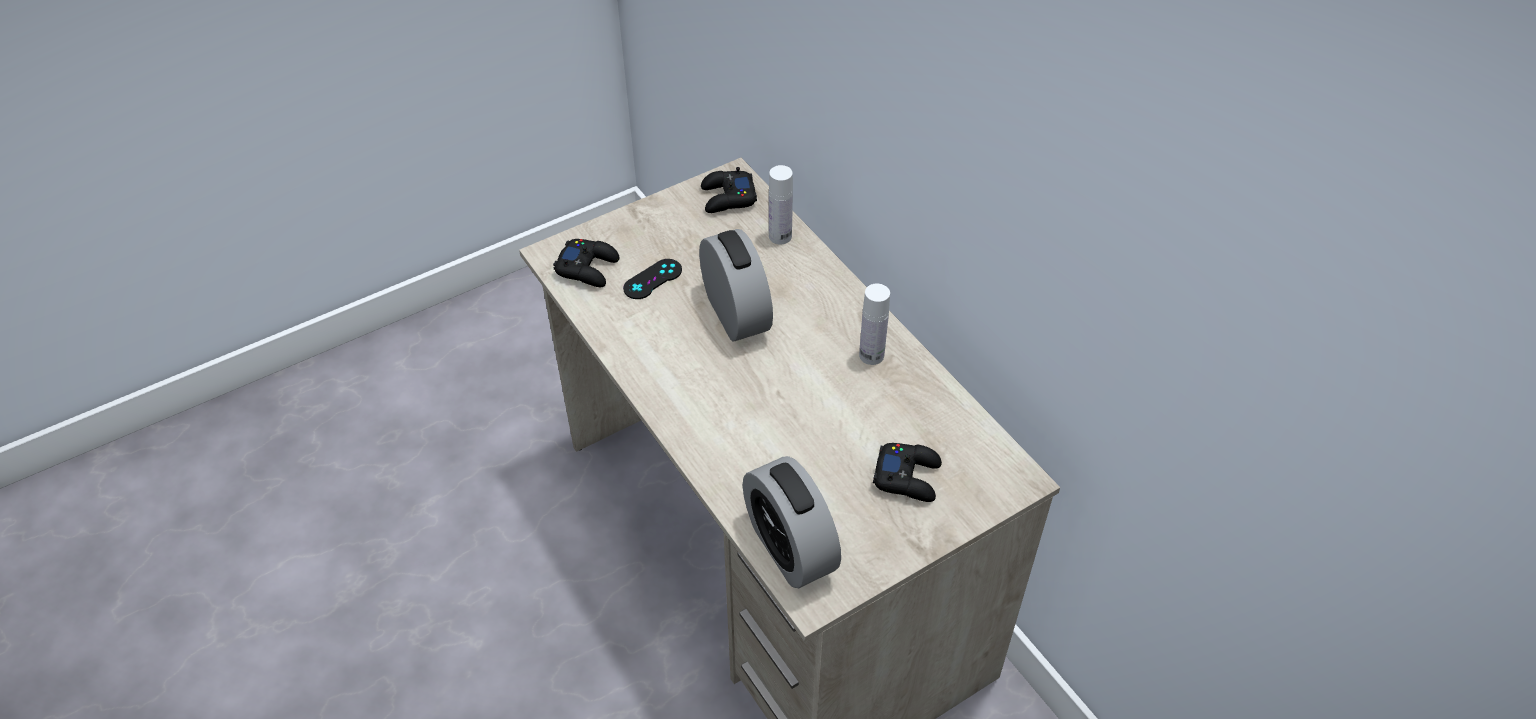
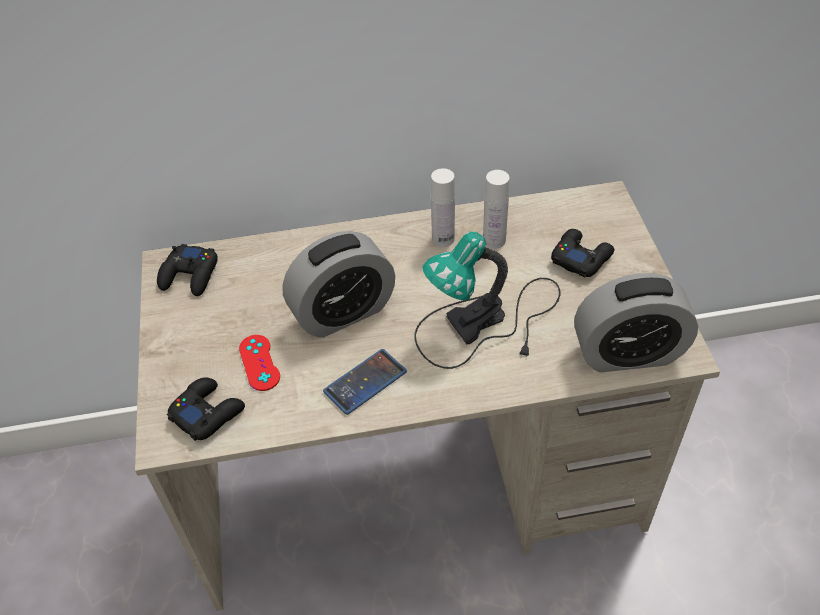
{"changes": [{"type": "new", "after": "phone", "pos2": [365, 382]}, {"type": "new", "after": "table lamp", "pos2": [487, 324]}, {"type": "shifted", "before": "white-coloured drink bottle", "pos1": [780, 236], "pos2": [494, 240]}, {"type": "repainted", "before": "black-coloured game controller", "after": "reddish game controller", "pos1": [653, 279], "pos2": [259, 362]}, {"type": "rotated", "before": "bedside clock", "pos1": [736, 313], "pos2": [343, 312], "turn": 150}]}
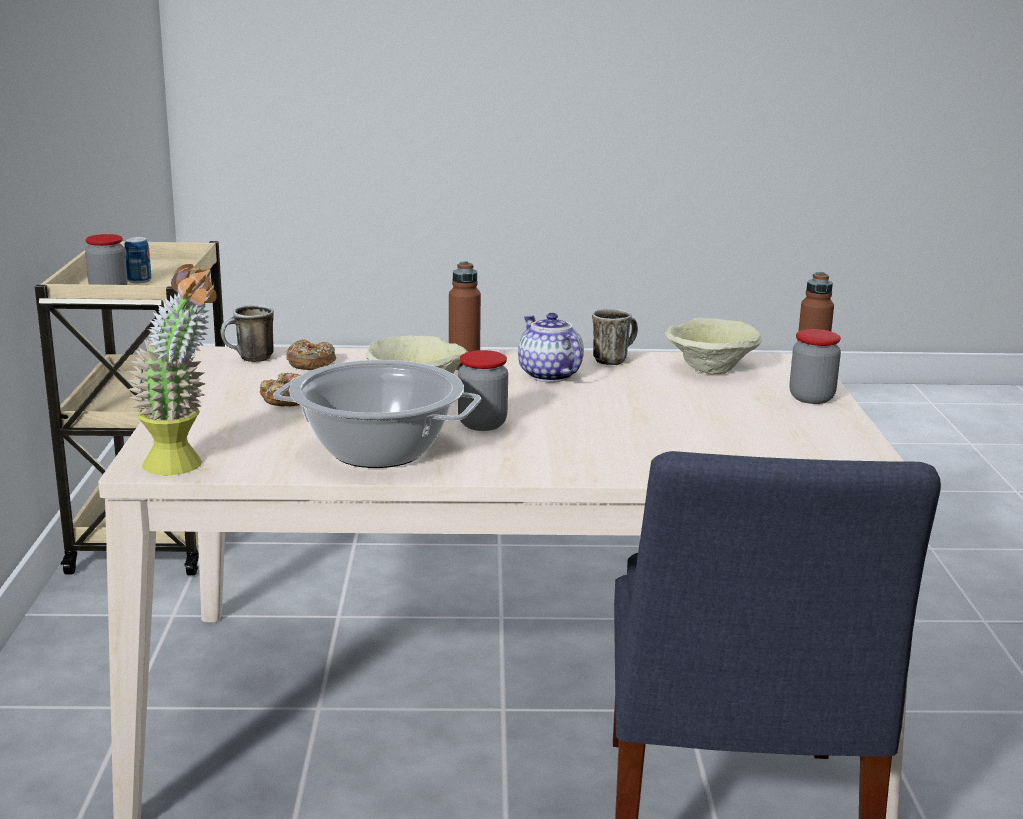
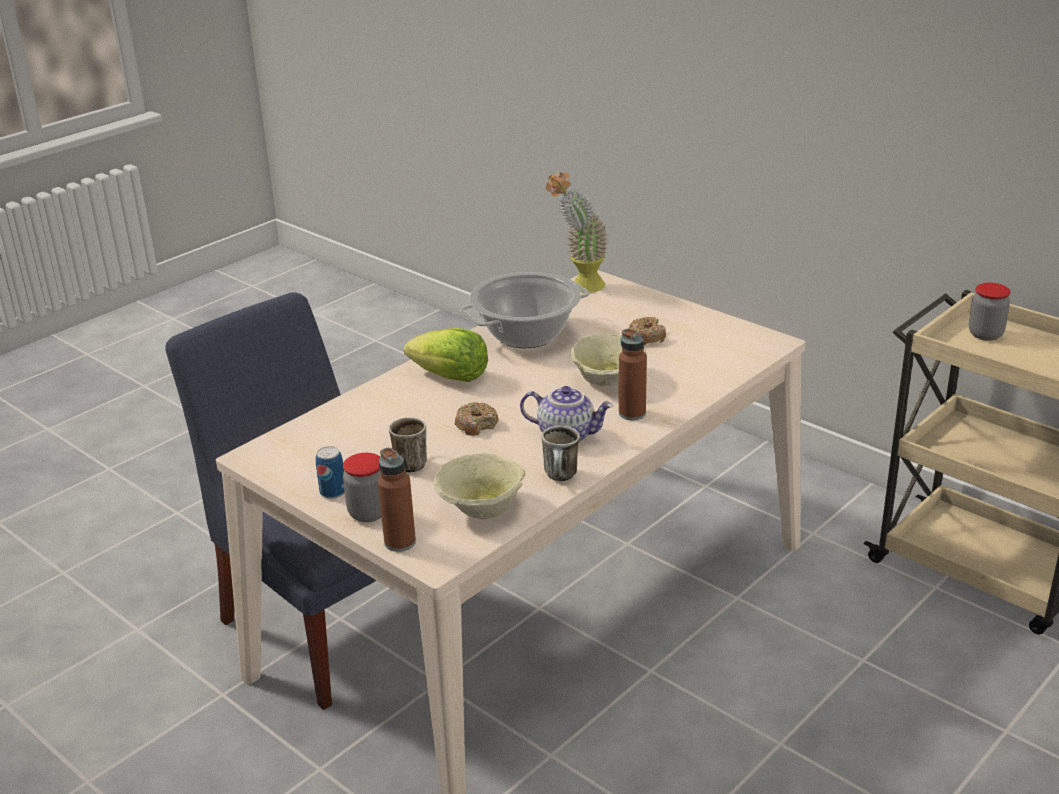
{"changes": [{"type": "gone", "before": "storage jar", "pos1": [482, 424]}, {"type": "new", "after": "lettuce head", "pos2": [450, 377]}, {"type": "shifted", "before": "can", "pos1": [139, 281], "pos2": [333, 492]}, {"type": "shifted", "before": "tea mug", "pos1": [249, 359], "pos2": [412, 462]}, {"type": "shifted", "before": "doughnut", "pos1": [311, 363], "pos2": [476, 425]}]}
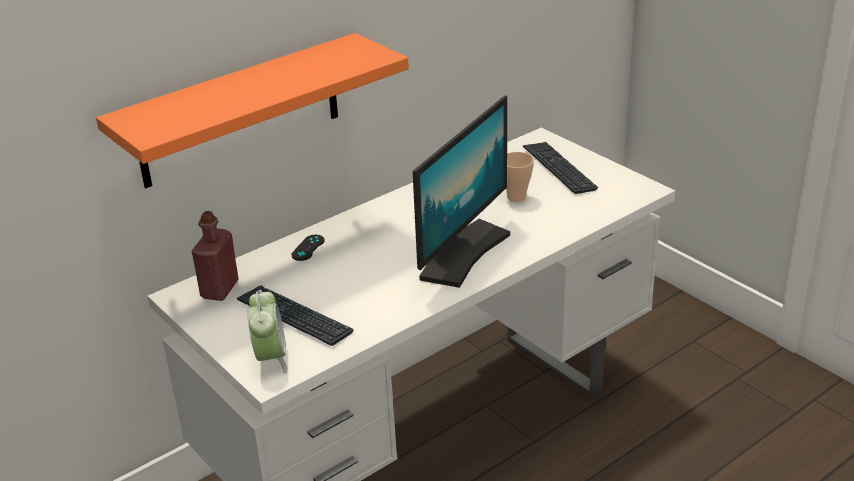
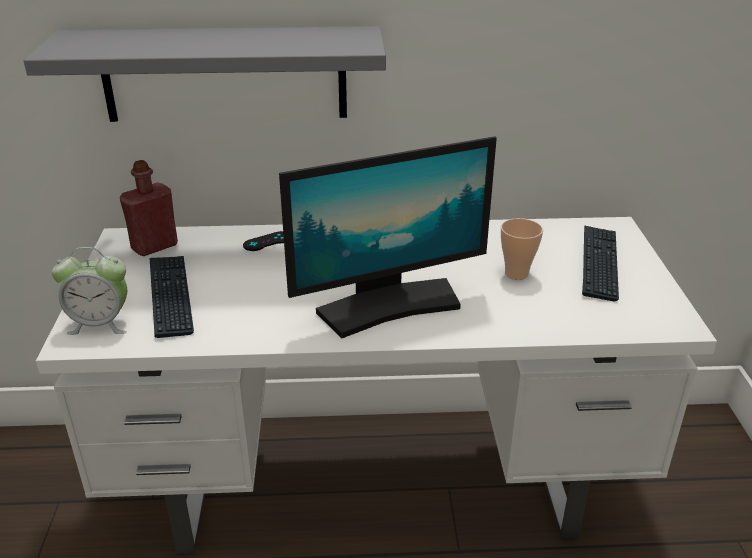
{"changes": [{"type": "repainted", "before": "orangey bracket shelf", "after": "greyish bracket shelf", "pos1": [240, 111], "pos2": [224, 74]}, {"type": "rotated", "before": "bedside clock", "pos1": [271, 358], "pos2": [100, 324], "turn": 60}]}
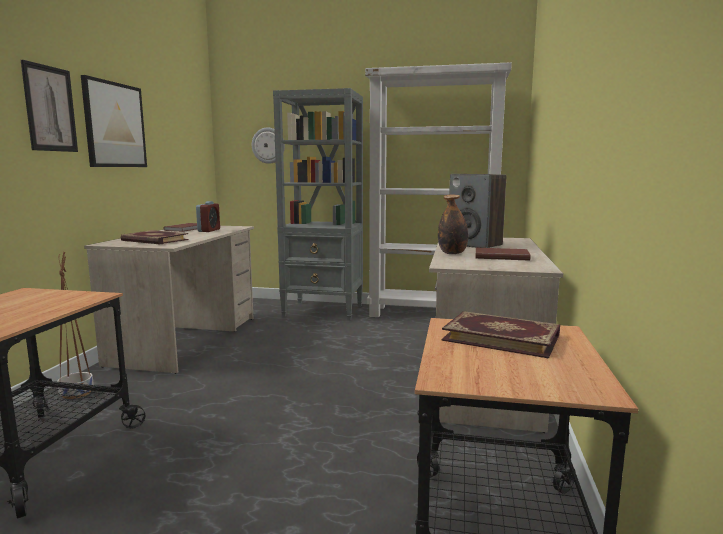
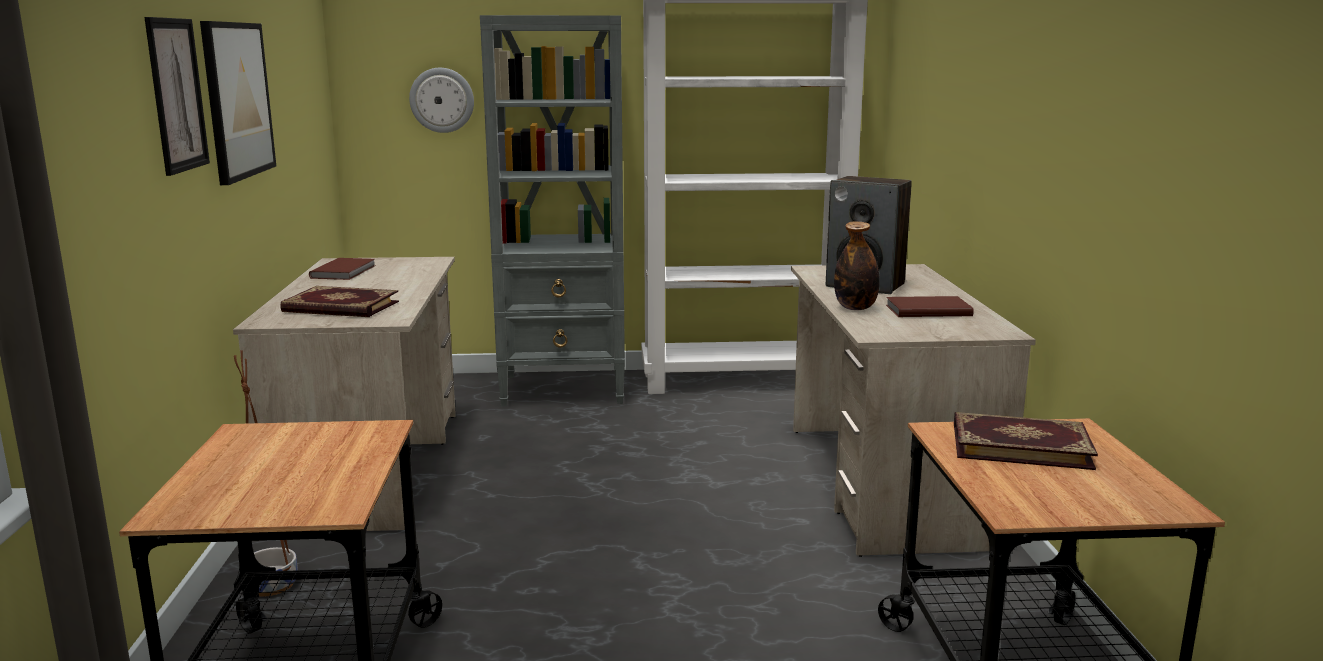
{"changes": [{"type": "gone", "before": "bedside clock", "pos1": [209, 230]}]}
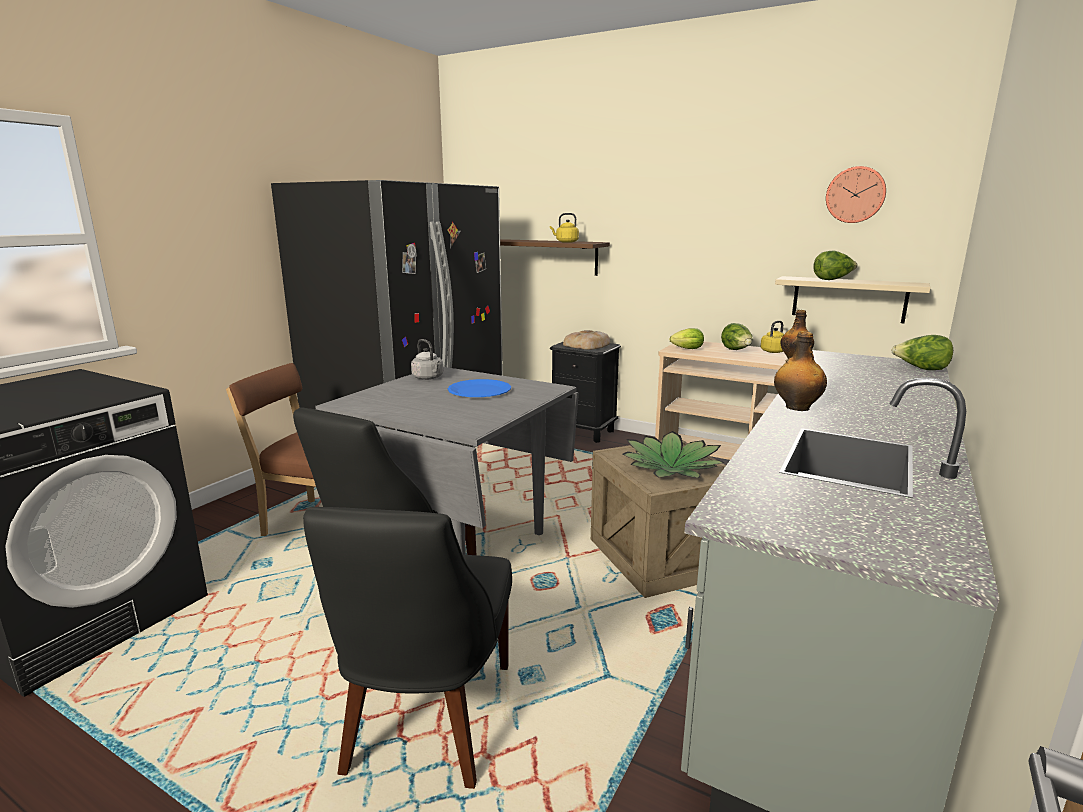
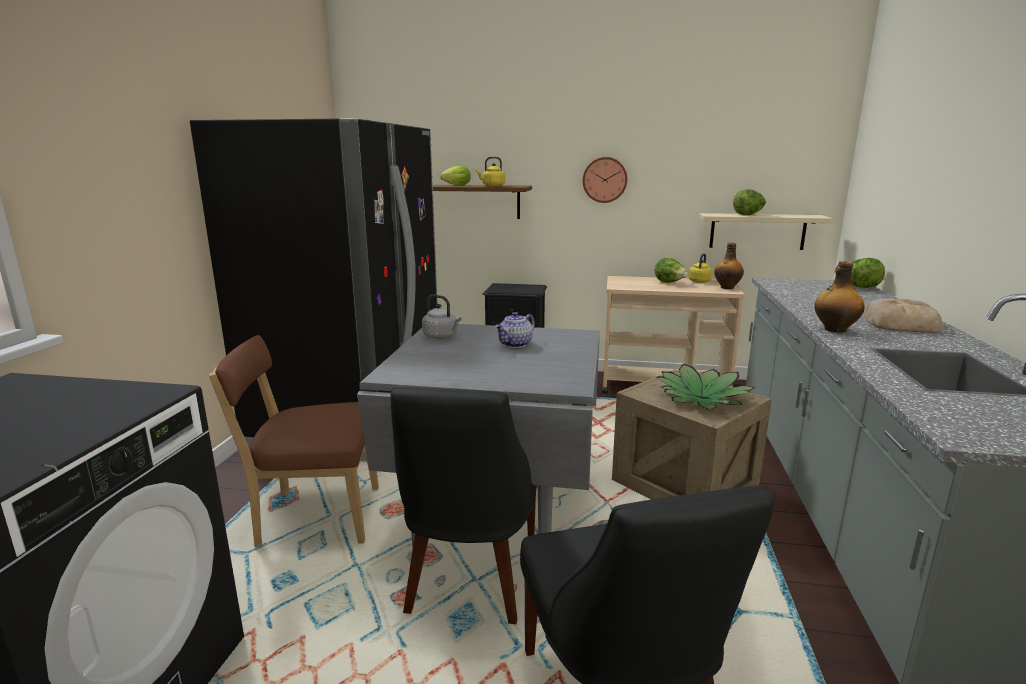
{"changes": [{"type": "shifted", "before": "bread", "pos1": [587, 345], "pos2": [901, 323]}, {"type": "shifted", "before": "lettuce head", "pos1": [685, 349], "pos2": [455, 185]}, {"type": "shifted", "before": "clock on the wall", "pos1": [855, 195], "pos2": [604, 180]}, {"type": "swapped", "before": "bluish dinner plate", "after": "tea pot", "pos1": [479, 391], "pos2": [516, 344]}]}
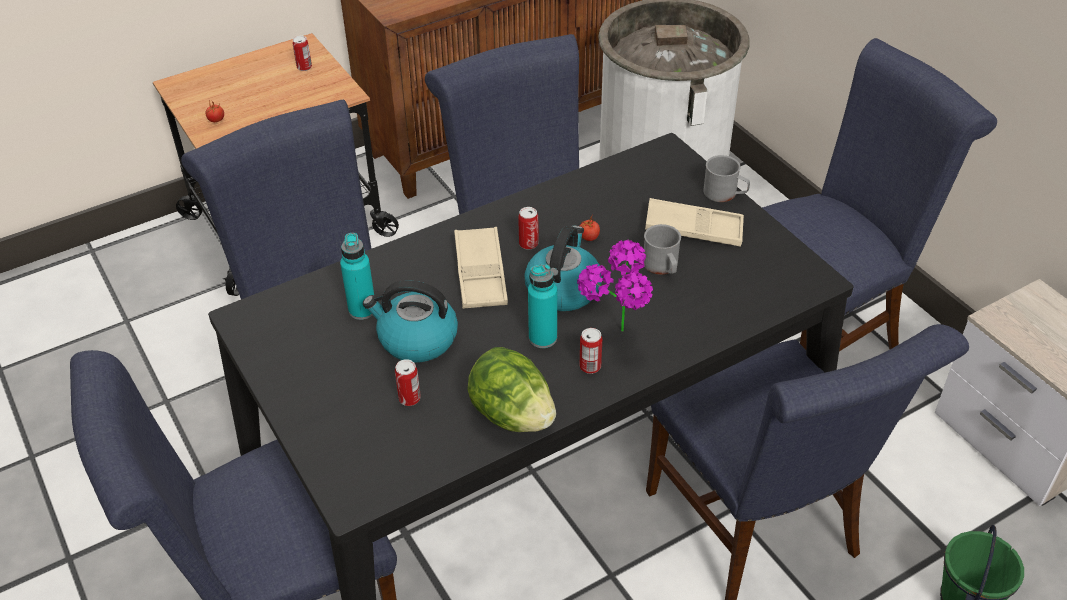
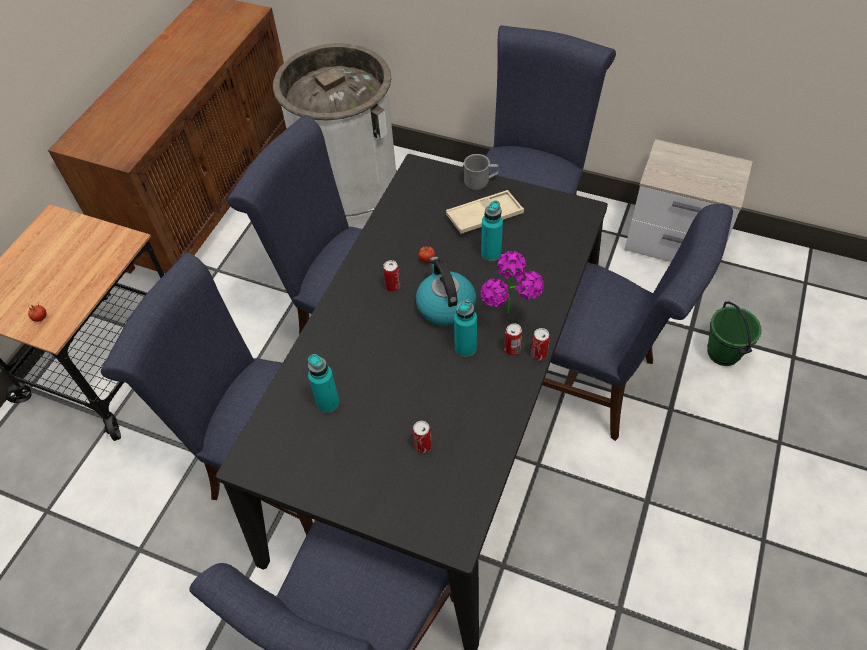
{"changes": [{"type": "gone", "before": "tea kettle", "pos1": [416, 339]}, {"type": "gone", "before": "beige carrying tray", "pos1": [480, 273]}, {"type": "gone", "before": "lettuce head", "pos1": [512, 415]}, {"type": "shifted", "before": "can", "pos1": [304, 67], "pos2": [539, 354]}, {"type": "swapped", "before": "greyish tea mug", "after": "blue-green drink bottle", "pos1": [662, 267], "pos2": [491, 254]}]}
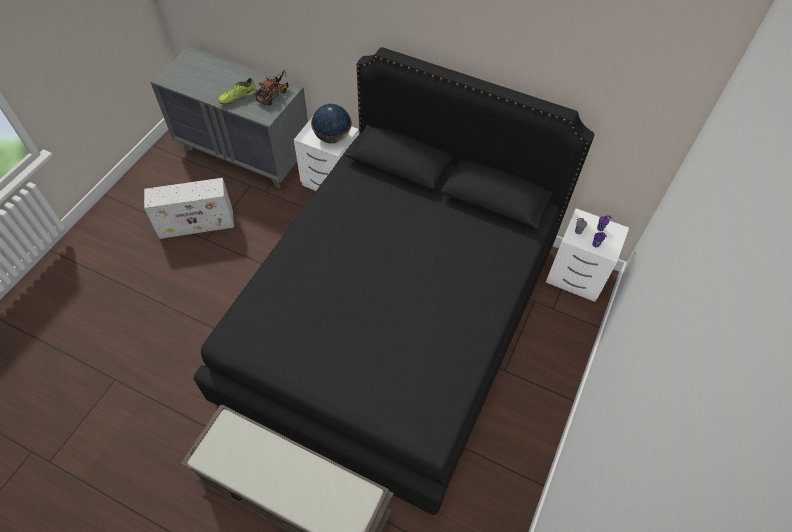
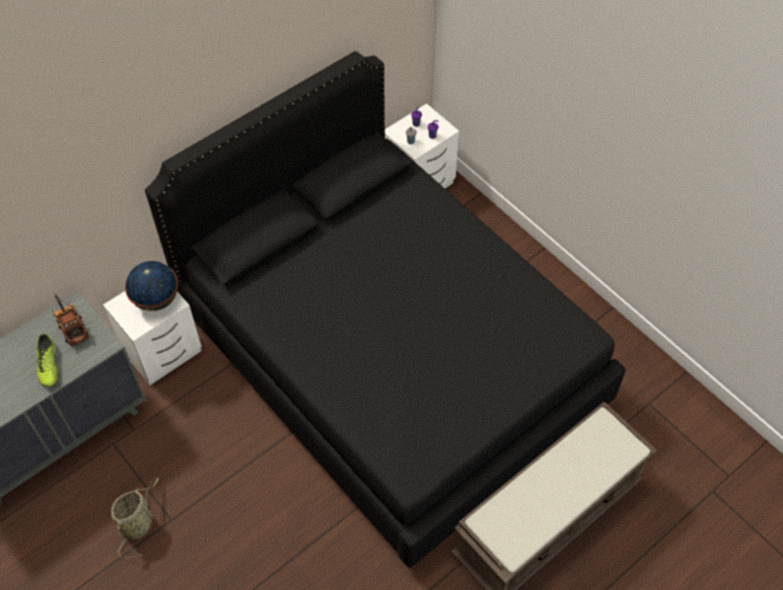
{"changes": [{"type": "swapped", "before": "white-coloured storage container", "after": "basket", "pos1": [197, 223], "pos2": [139, 523]}]}
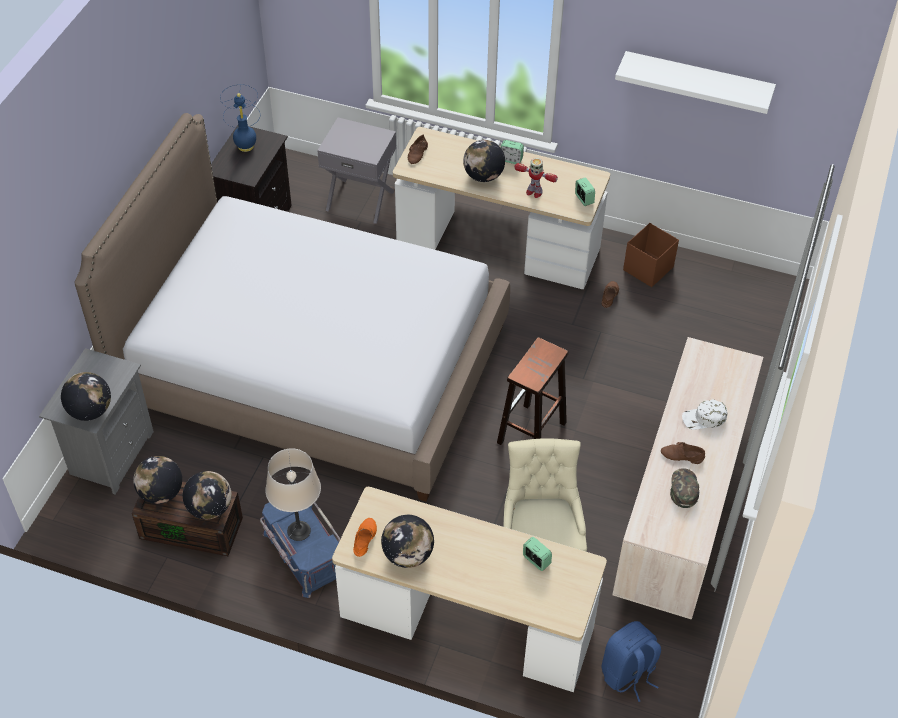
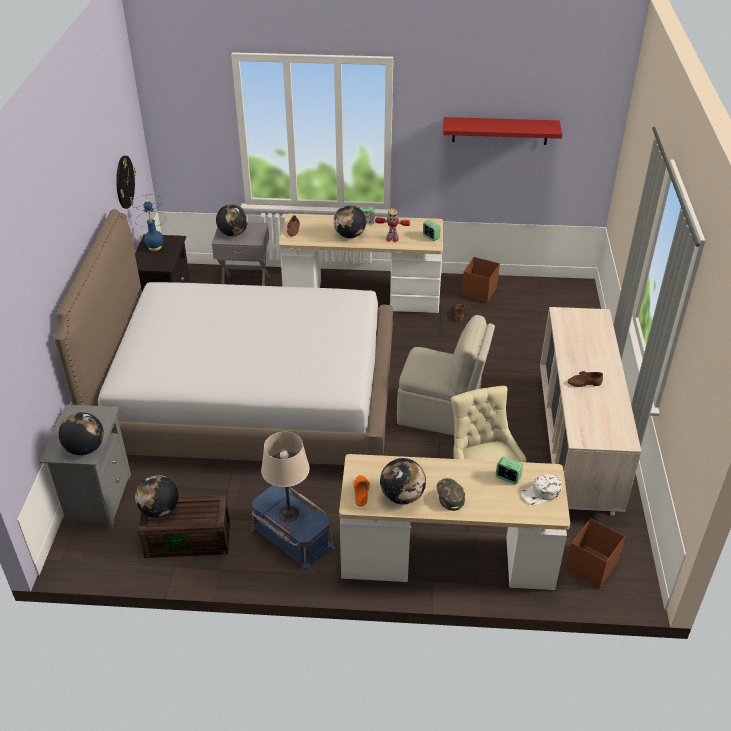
{"changes": [{"type": "new", "after": "clock on the wall", "pos2": [124, 182]}, {"type": "shifted", "before": "world globe", "pos1": [210, 508], "pos2": [233, 233]}, {"type": "shifted", "before": "green-coloured peaked cap", "pos1": [683, 489], "pos2": [449, 495]}, {"type": "shifted", "before": "white-coloured peaked cap", "pos1": [704, 418], "pos2": [541, 493]}, {"type": "swapped", "before": "brown-coloured stool", "after": "beige chair", "pos1": [531, 433], "pos2": [440, 414]}, {"type": "swapped", "before": "bluish knapsack", "after": "brown-coloured storage container", "pos1": [628, 674], "pos2": [590, 566]}, {"type": "repainted", "before": "white-coloured bracket shelf", "after": "reddish bracket shelf", "pos1": [697, 81], "pos2": [500, 130]}]}
